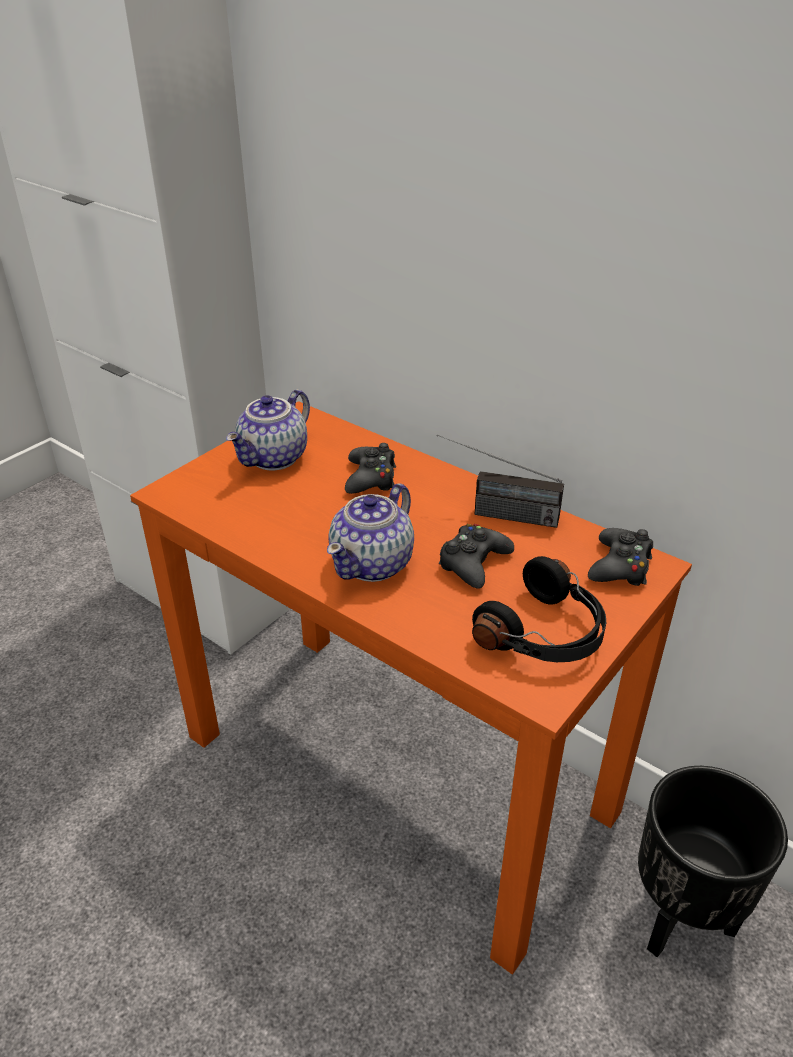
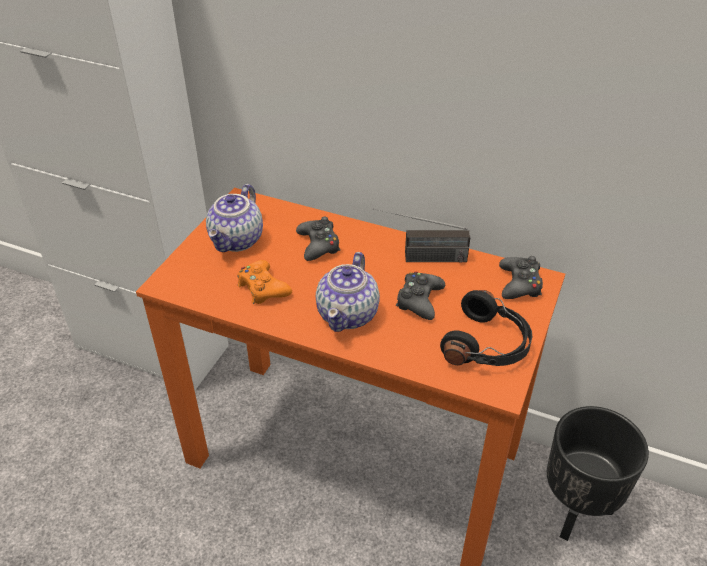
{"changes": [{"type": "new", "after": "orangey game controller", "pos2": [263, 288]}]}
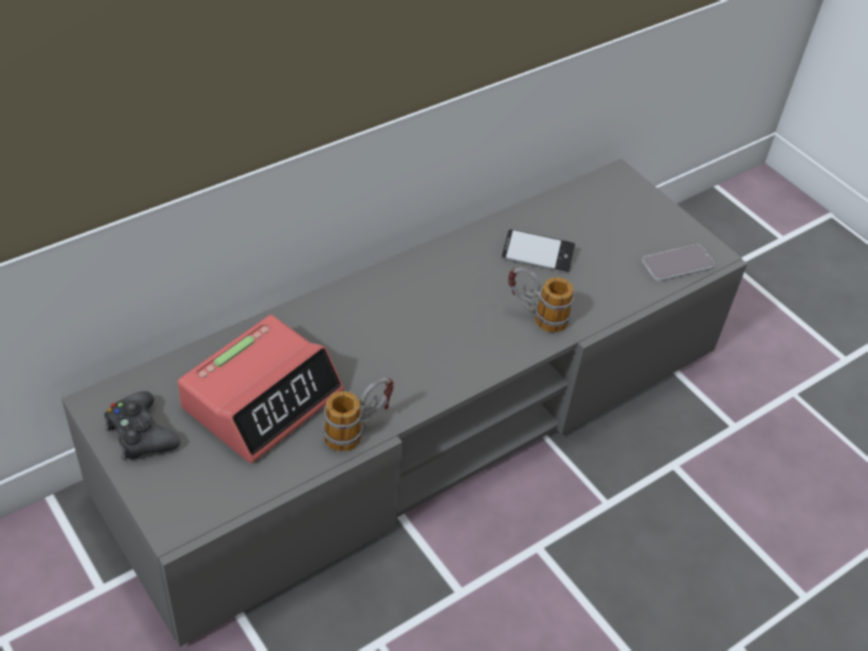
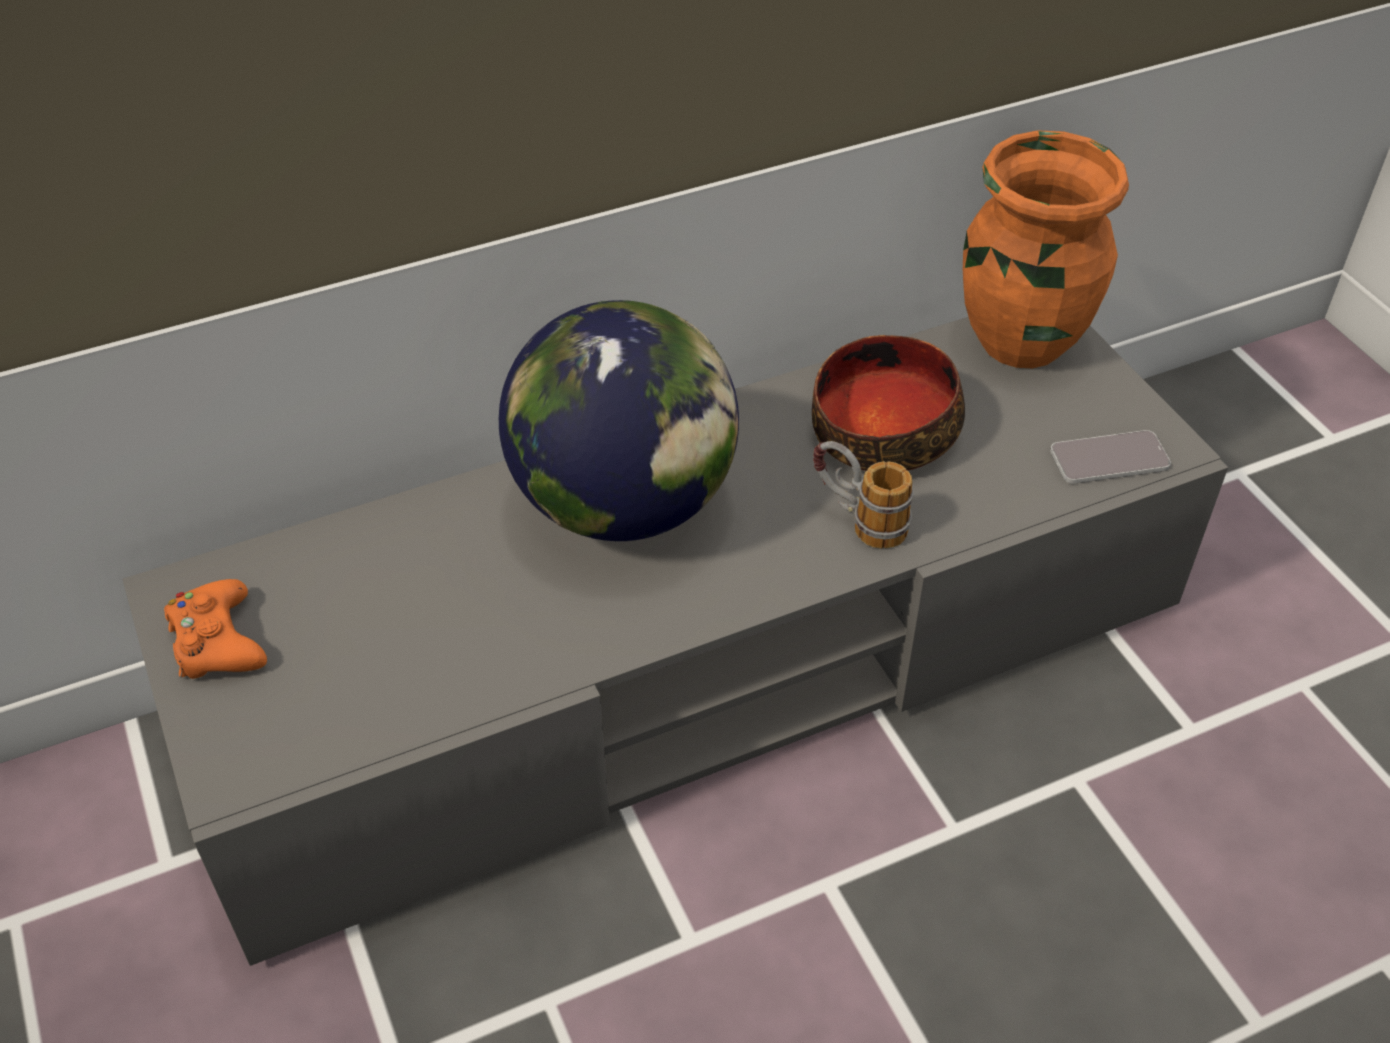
{"changes": [{"type": "gone", "before": "bedside clock", "pos1": [263, 399]}, {"type": "gone", "before": "tea mug", "pos1": [358, 429]}, {"type": "new", "after": "world globe", "pos2": [622, 504]}, {"type": "new", "after": "orangey flower vase", "pos2": [1019, 341]}, {"type": "swapped", "before": "phone", "after": "bowl", "pos1": [537, 256], "pos2": [883, 429]}, {"type": "repainted", "before": "black-coloured game controller", "after": "orangey game controller", "pos1": [140, 434], "pos2": [217, 642]}]}
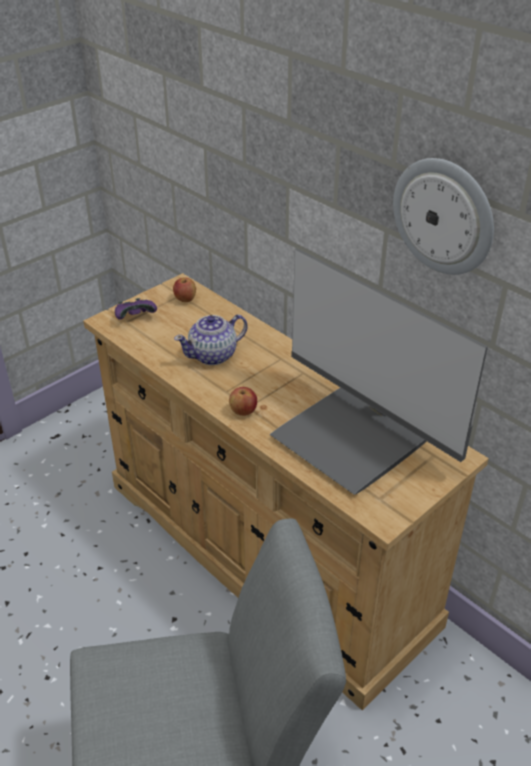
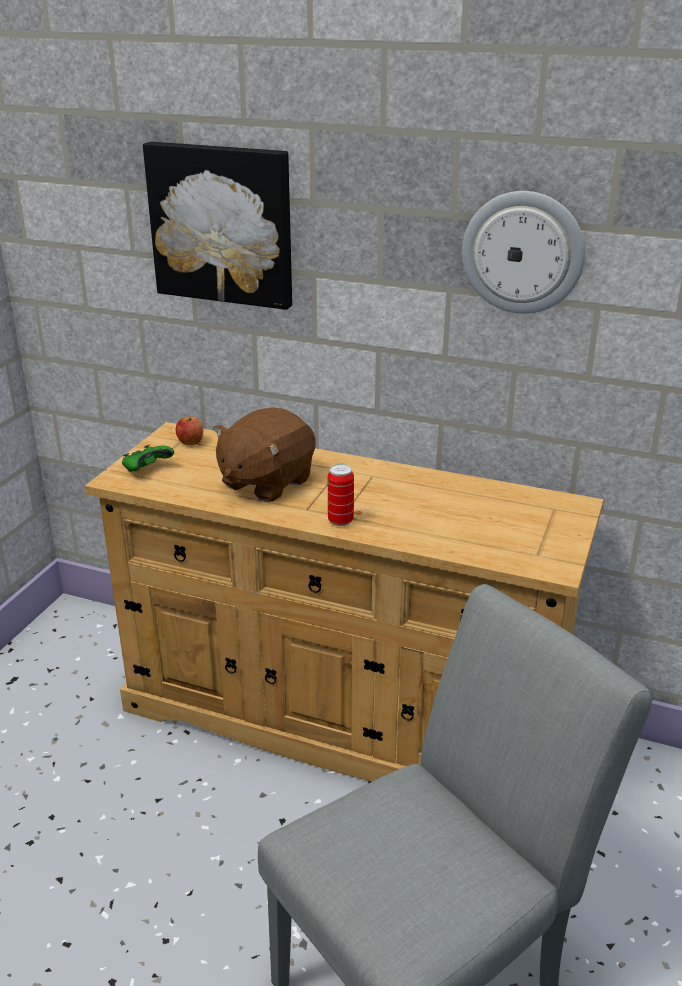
{"changes": [{"type": "gone", "before": "computer screen", "pos1": [352, 437]}, {"type": "new", "after": "wall picture", "pos2": [222, 224]}, {"type": "swapped", "before": "tea pot", "after": "brown-coloured cuddly toy", "pos1": [213, 355], "pos2": [265, 482]}, {"type": "swapped", "before": "apple fruit", "after": "can", "pos1": [243, 411], "pos2": [340, 521]}, {"type": "repainted", "before": "purple game controller", "after": "green-coloured game controller", "pos1": [135, 317], "pos2": [147, 469]}]}
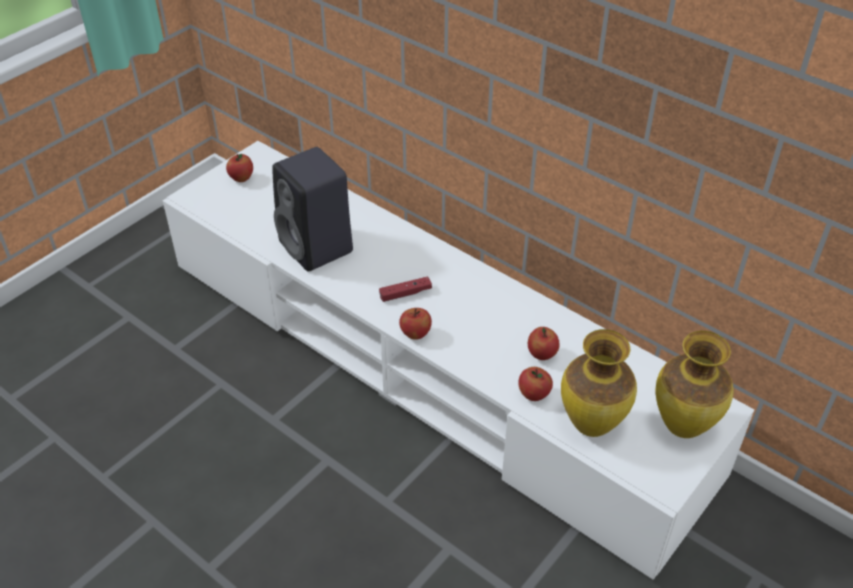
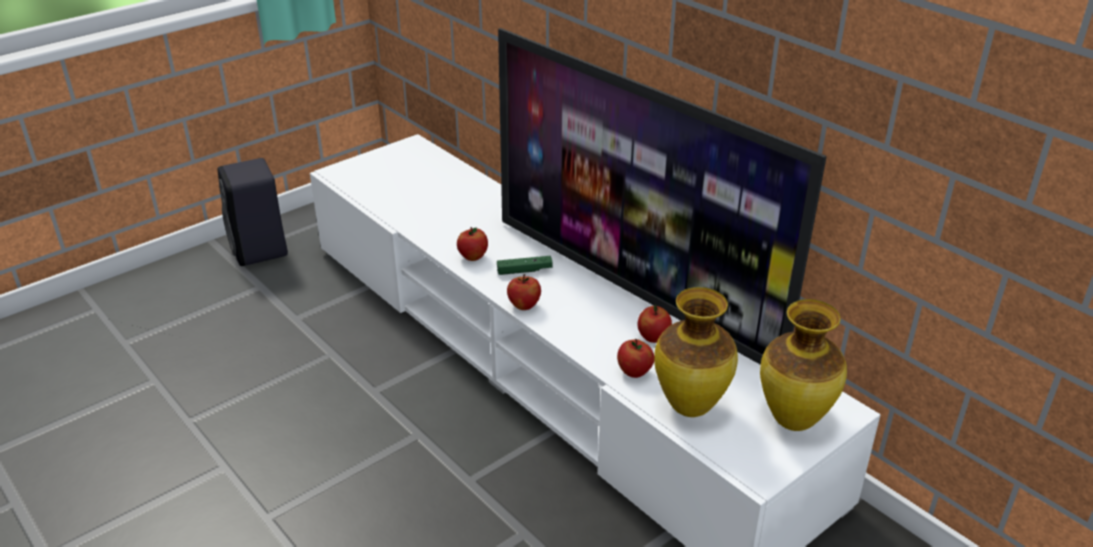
{"changes": [{"type": "new", "after": "TV", "pos2": [634, 289]}, {"type": "shifted", "before": "apple fruit", "pos1": [241, 178], "pos2": [473, 257]}, {"type": "shifted", "before": "black-coloured audio speaker", "pos1": [318, 248], "pos2": [260, 250]}, {"type": "repainted", "before": "reddish game controller", "after": "green-coloured game controller", "pos1": [405, 293], "pos2": [524, 270]}]}
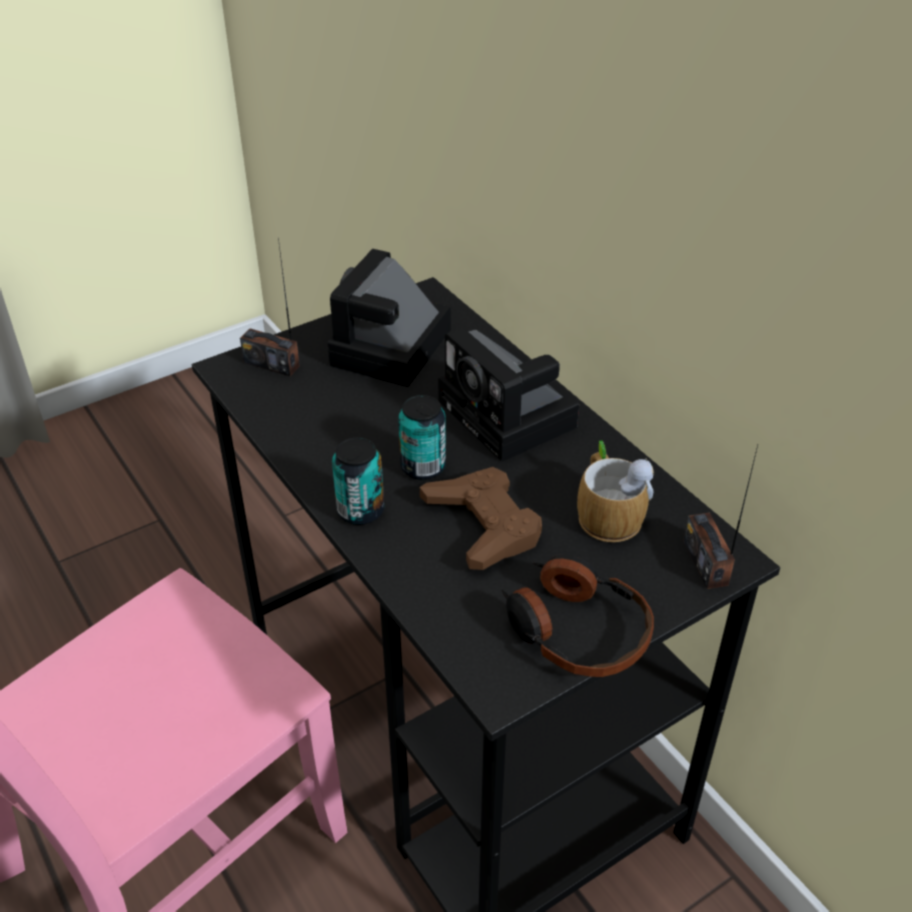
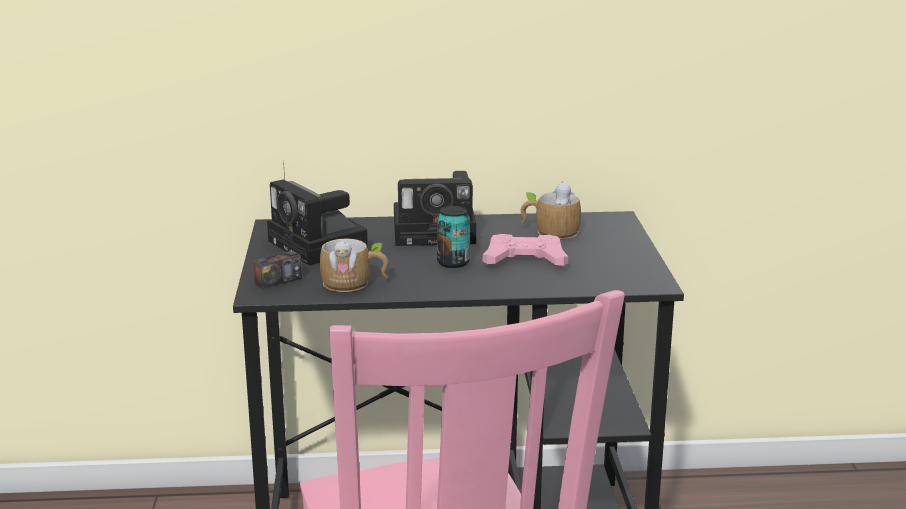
{"changes": [{"type": "gone", "before": "can", "pos1": [360, 511]}, {"type": "gone", "before": "headphones", "pos1": [575, 630]}, {"type": "gone", "before": "radio set", "pos1": [706, 562]}, {"type": "new", "after": "tea mug", "pos2": [354, 284]}, {"type": "repainted", "before": "brown-coloured game controller", "after": "pink-coloured game controller", "pos1": [483, 525], "pos2": [525, 260]}]}
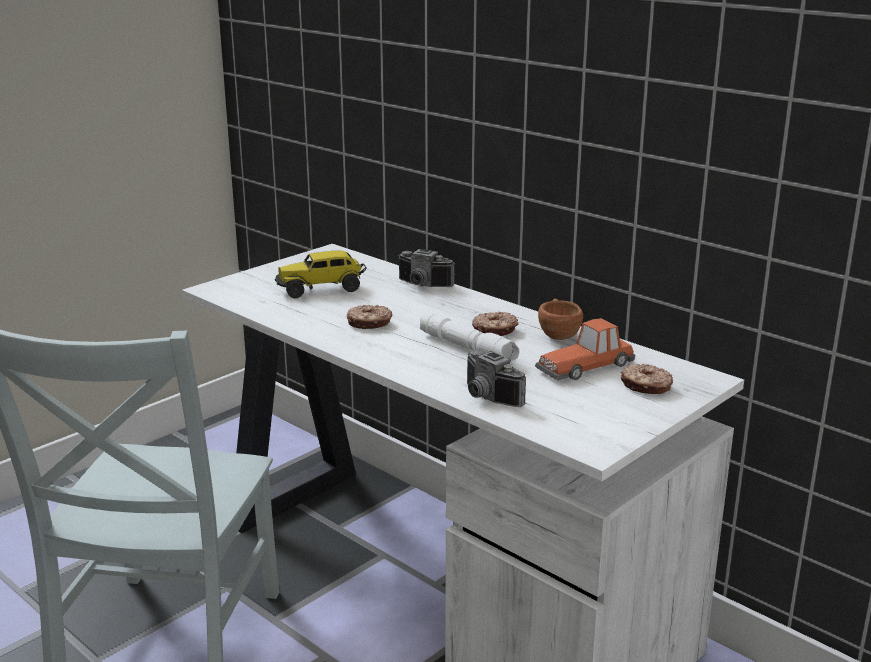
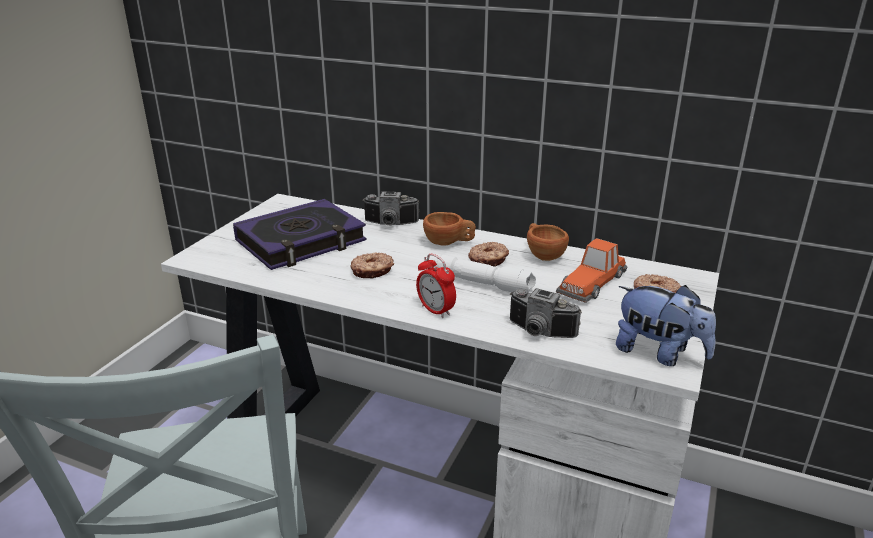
{"changes": [{"type": "new", "after": "bedside clock", "pos2": [436, 310]}, {"type": "new", "after": "brown-coloured small cup", "pos2": [449, 243]}, {"type": "new", "after": "cuddly toy", "pos2": [659, 353]}, {"type": "swapped", "before": "toy truck", "after": "volume", "pos1": [321, 289], "pos2": [301, 242]}]}
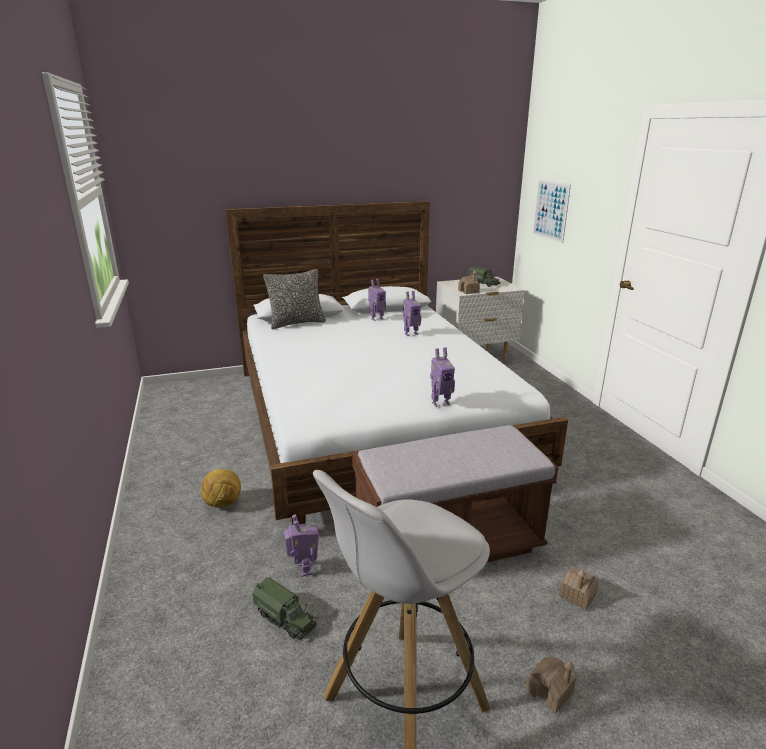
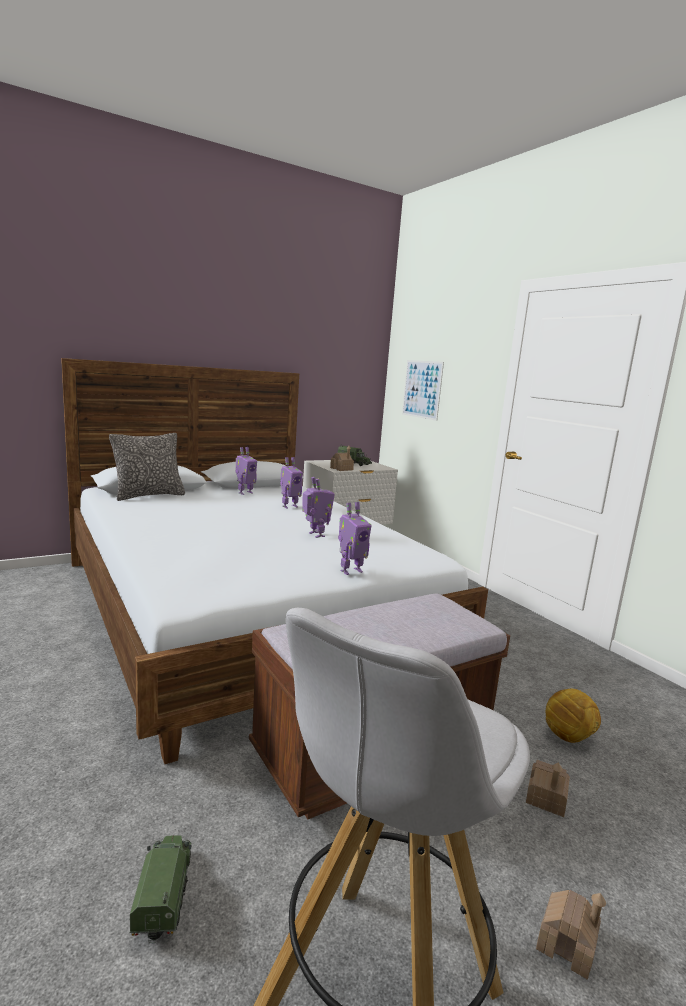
{"changes": [{"type": "shifted", "before": "football ball", "pos1": [223, 503], "pos2": [568, 737]}, {"type": "shifted", "before": "toy robot", "pos1": [304, 569], "pos2": [315, 535]}, {"type": "rotated", "before": "toy truck", "pos1": [285, 618], "pos2": [164, 894], "turn": -120}]}
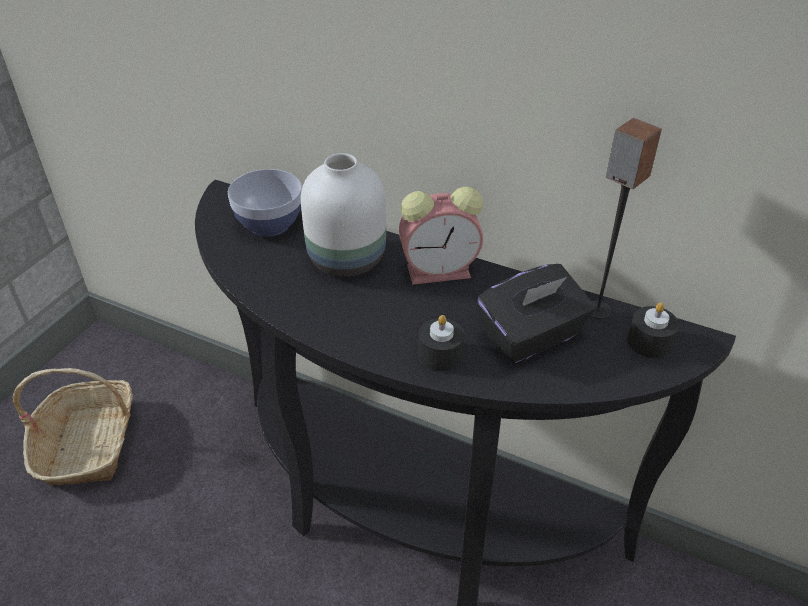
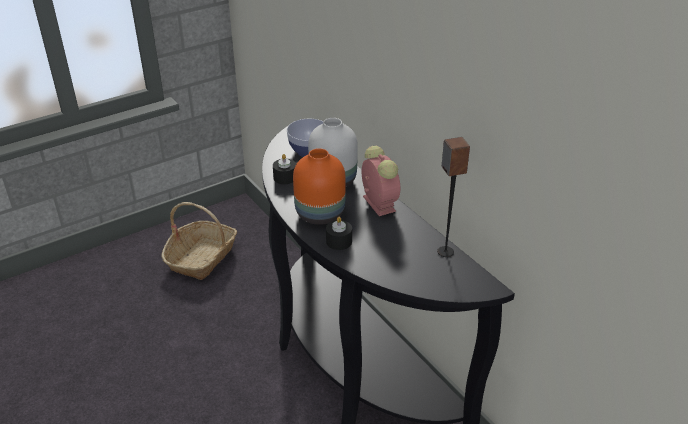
{"changes": [{"type": "gone", "before": "black-coloured tissue holder", "pos1": [532, 336]}, {"type": "new", "after": "orangey flower vase", "pos2": [319, 213]}, {"type": "shifted", "before": "black-coloured wax candle", "pos1": [649, 342], "pos2": [285, 177]}, {"type": "rotated", "before": "bedside clock", "pos1": [441, 270], "pos2": [377, 203], "turn": -135}]}
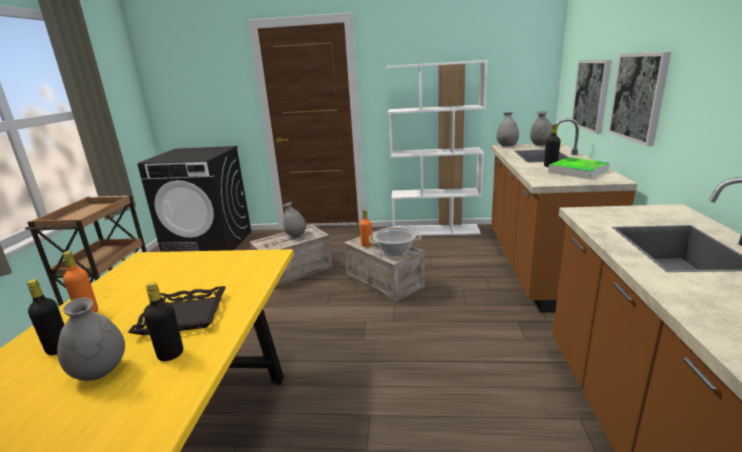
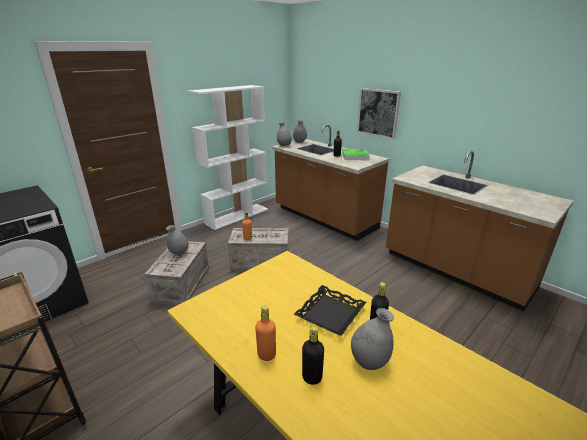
{"changes": [{"type": "gone", "before": "stockpot", "pos1": [395, 250]}, {"type": "gone", "before": "wall picture", "pos1": [591, 95]}]}
